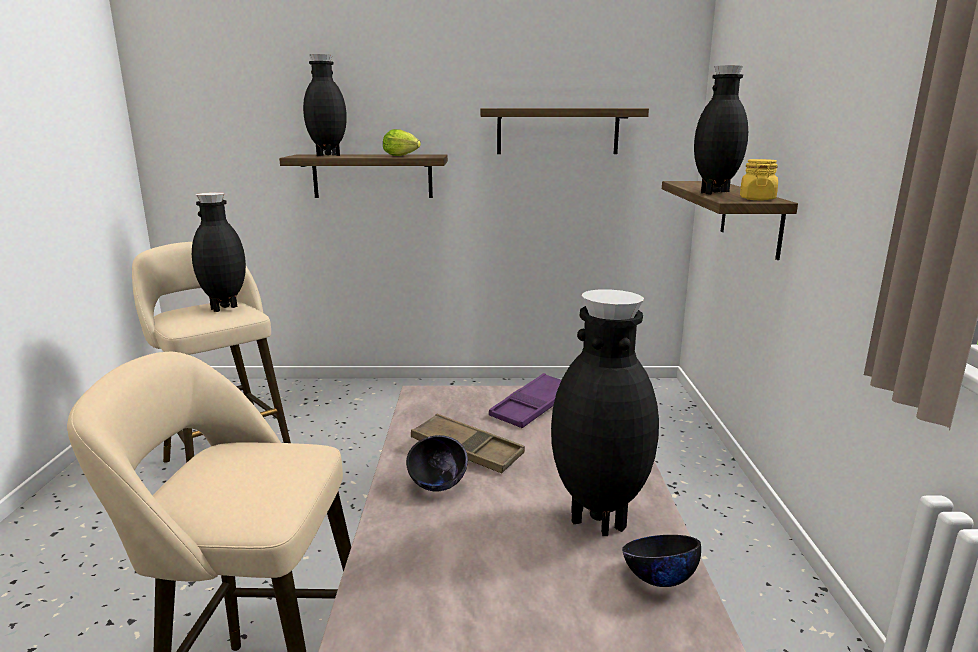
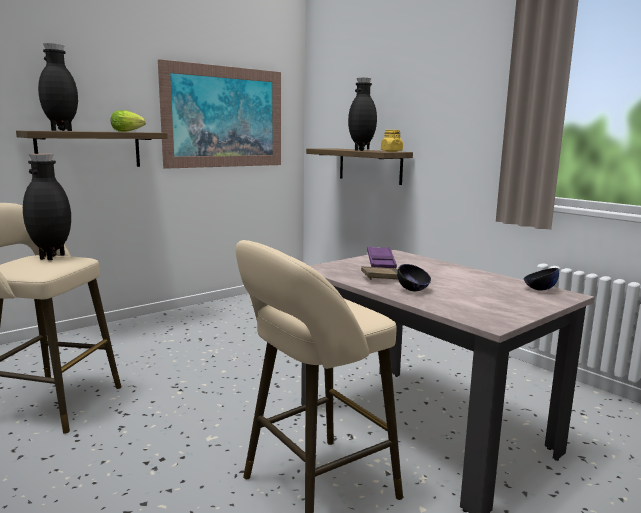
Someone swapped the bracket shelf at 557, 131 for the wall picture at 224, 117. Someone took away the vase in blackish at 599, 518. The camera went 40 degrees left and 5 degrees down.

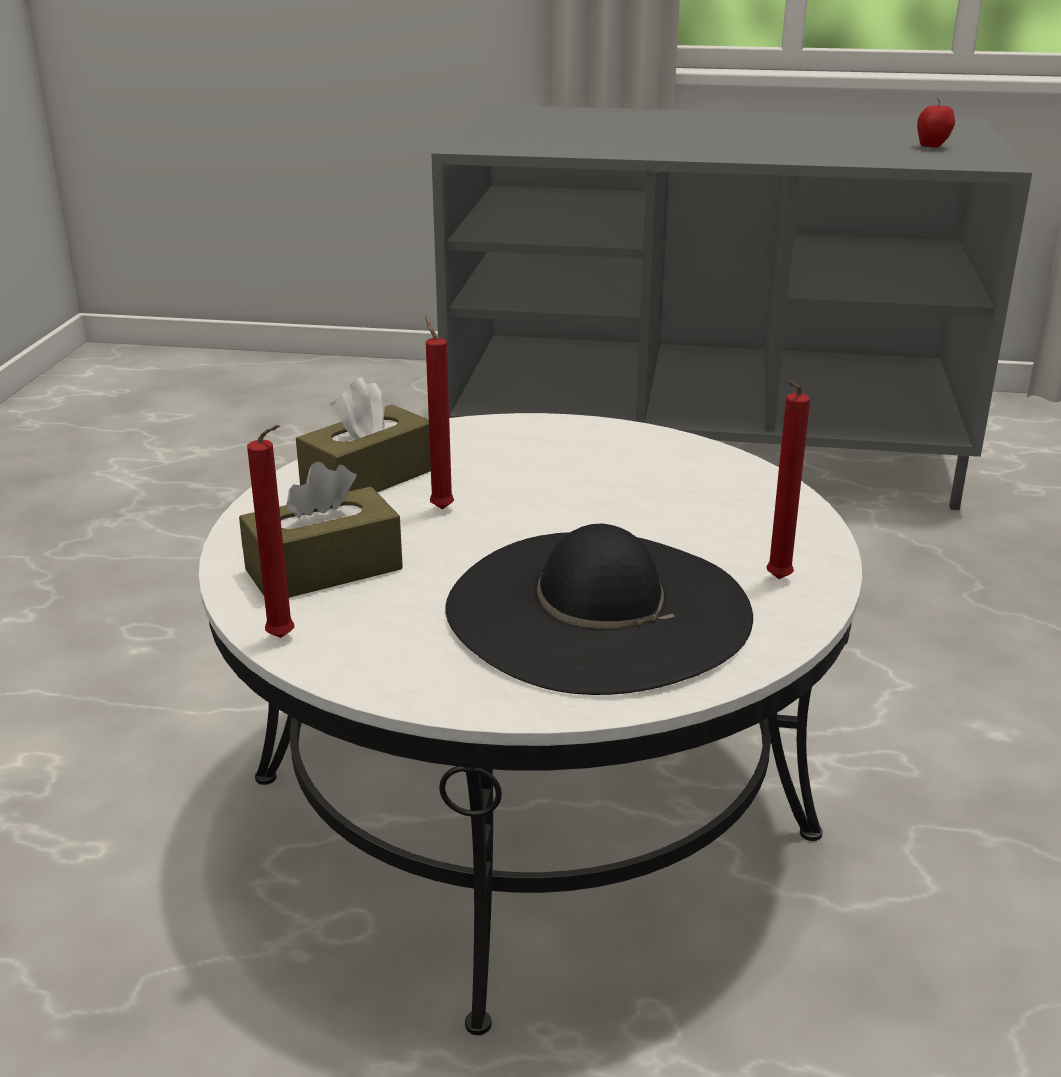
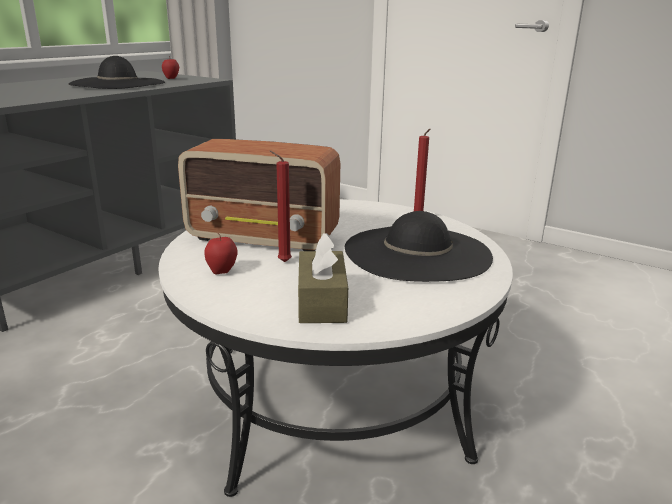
Someone swapped the tissue box in brown at 368, 478 for the whole apple at 222, 271. Someone took away the wax candle in red at 284, 639. Someone put down the clothing hat in blackish at 117, 83. Someone put down the radio set at 264, 238. The camera went 65 degrees left and 5 degrees down.

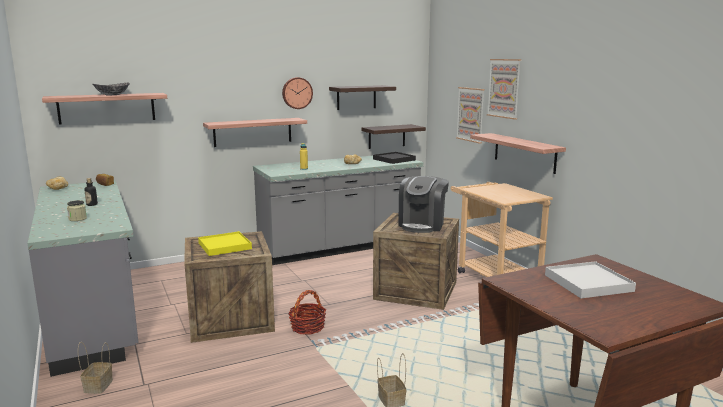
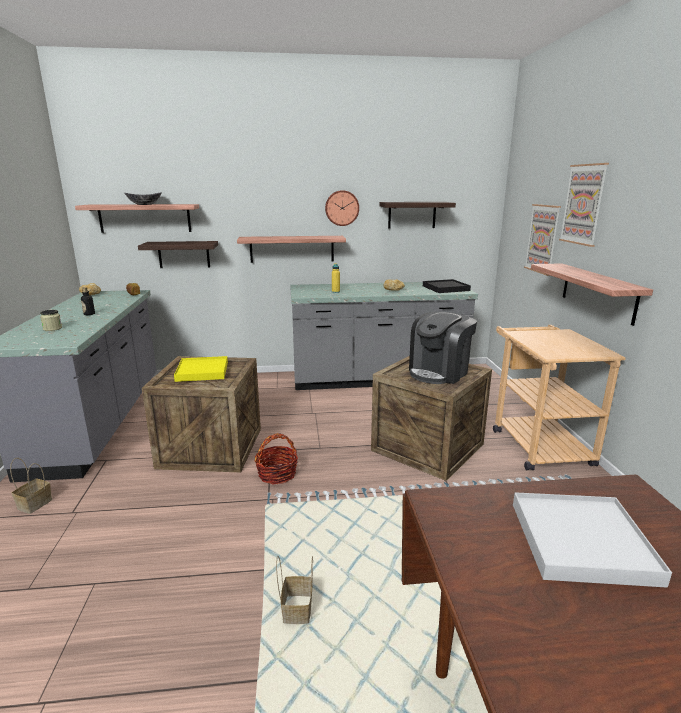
Someone carried the bracket shelf from 387, 136 to 184, 254. The camera went 20 degrees right and 5 degrees up.

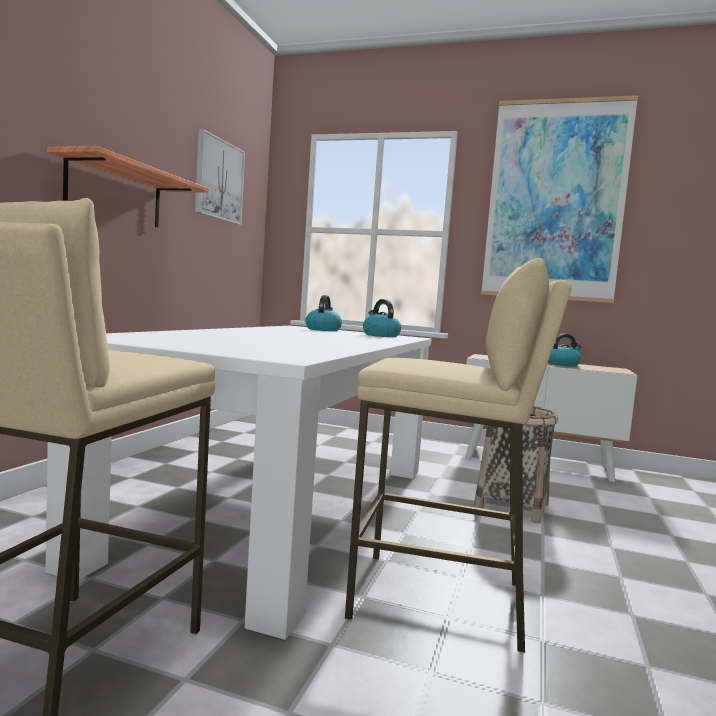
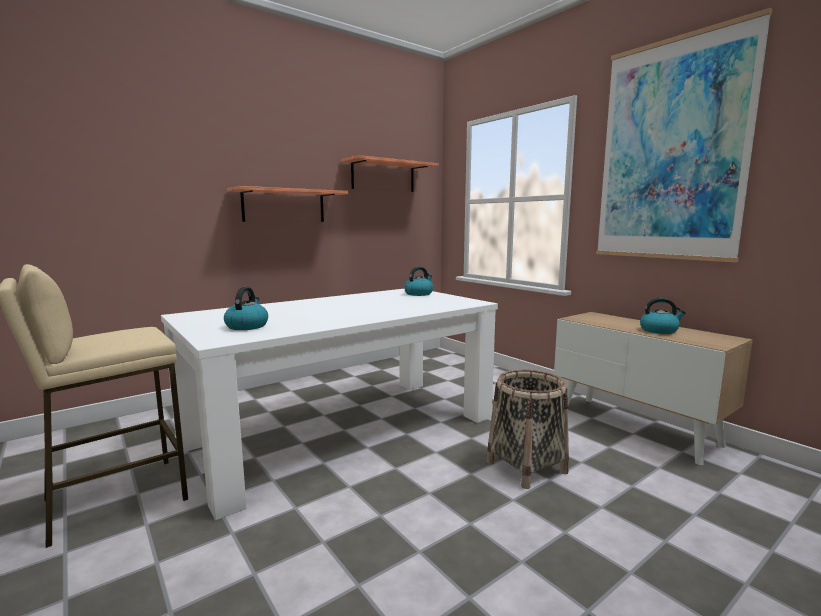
Someone swapped the wall picture at 218, 180 for the bracket shelf at 383, 176. Someone took away the stool in sand-coloured at 439, 600. Someone carried the kettle from 380, 335 to 247, 326. The camera went 35 degrees right and 5 degrees up.

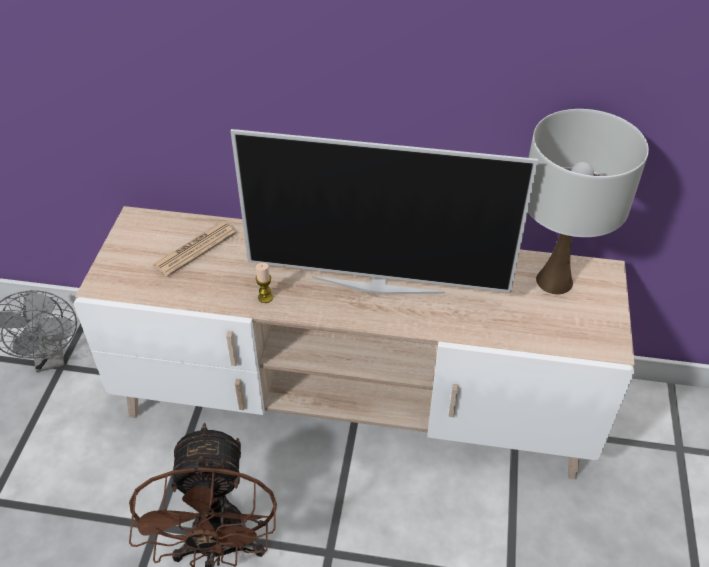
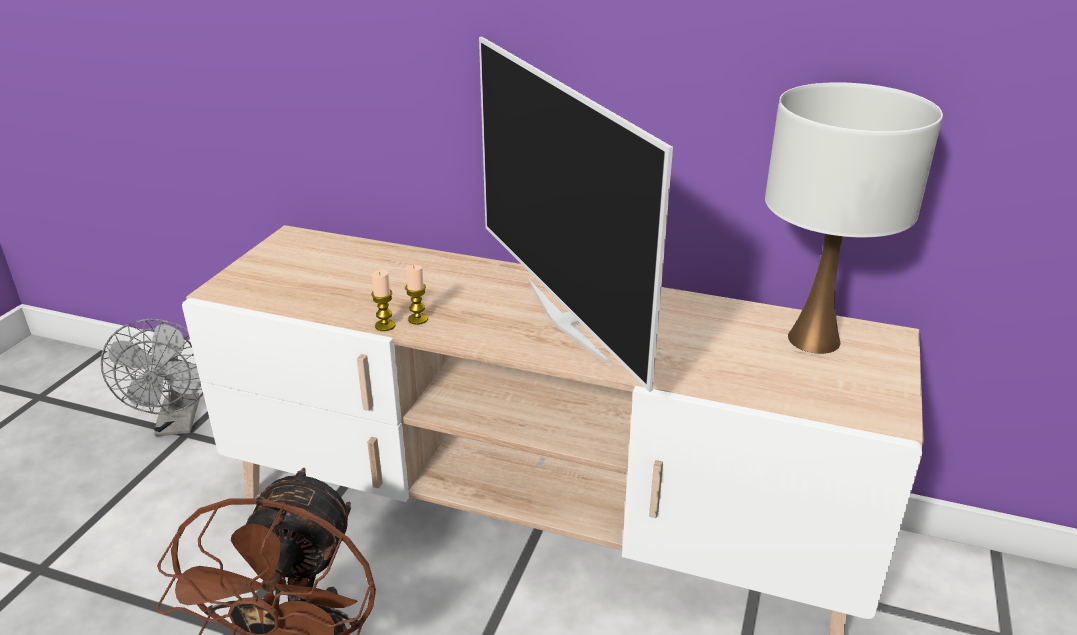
Someone rotated the television at 378, 283 by 45 degrees clockwise. Someone took away the newspaper at 195, 249. Someone put down the wax candle at 385, 326. The camera went 10 degrees right and 15 degrees down.

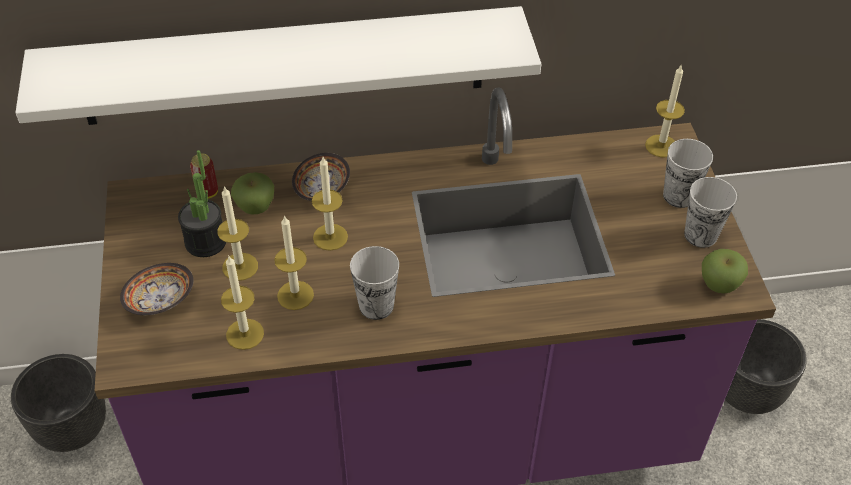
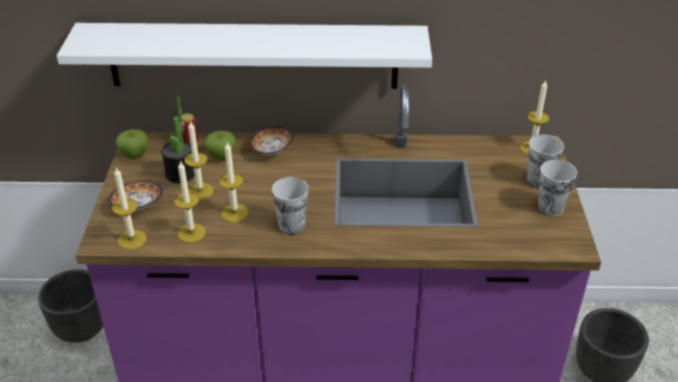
Someone carried the wax candle from 330, 237 to 132, 239. Someone carried the whole apple from 719, 285 to 135, 155. The camera went 10 degrees right and 10 degrees down.

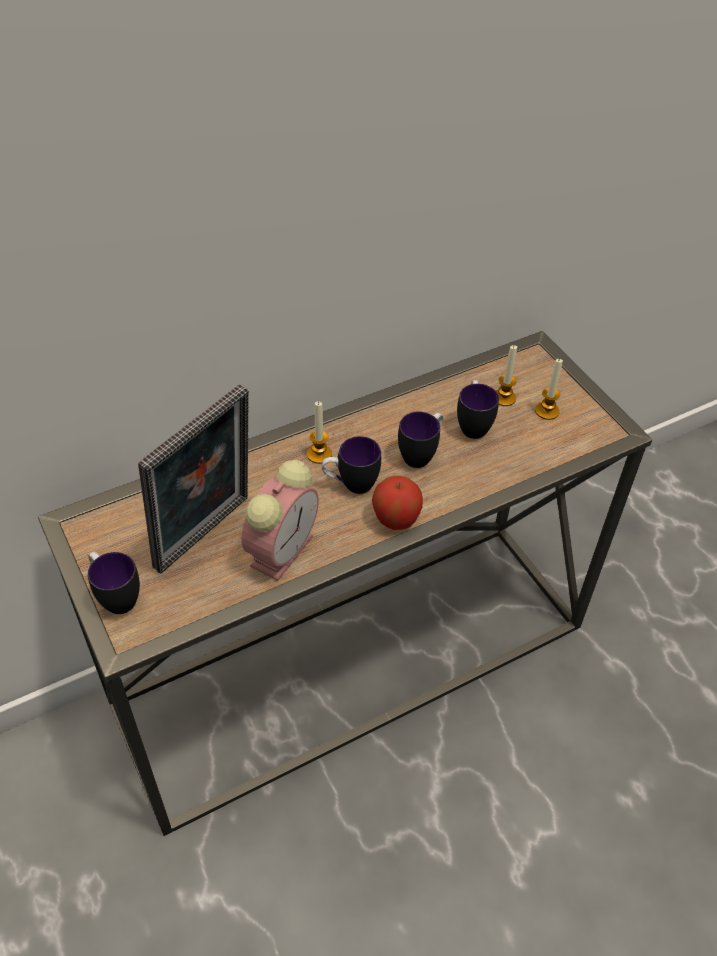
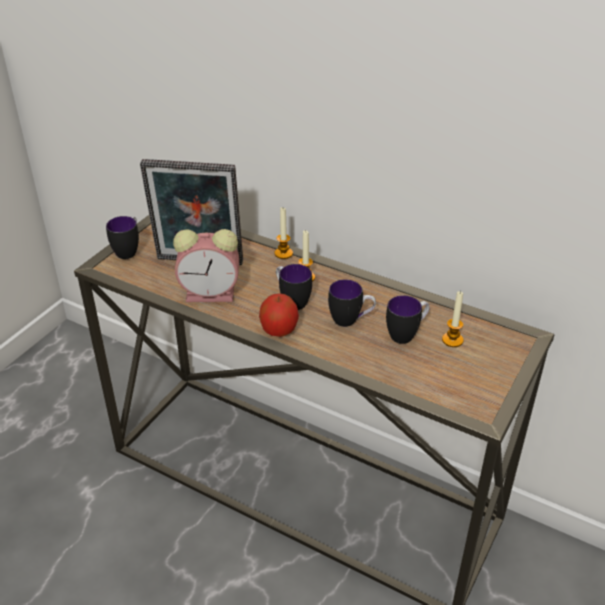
Someone carried the wax candle from 547, 411 to 283, 253. The camera went 60 degrees right and 10 degrees down.

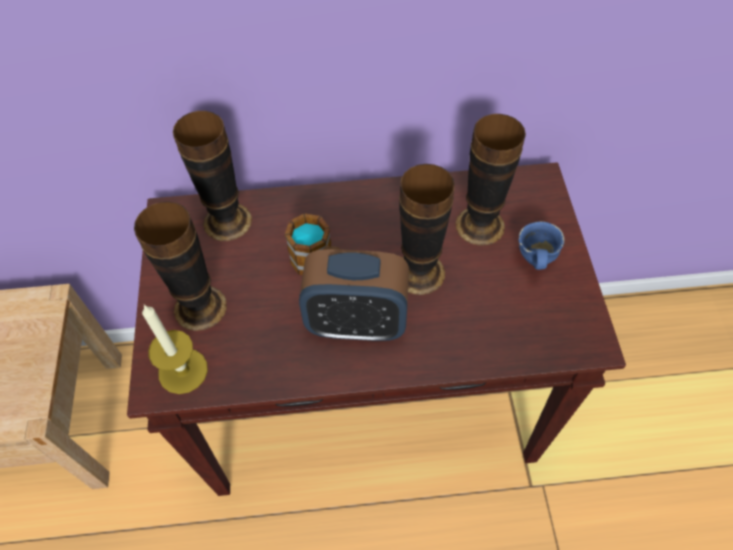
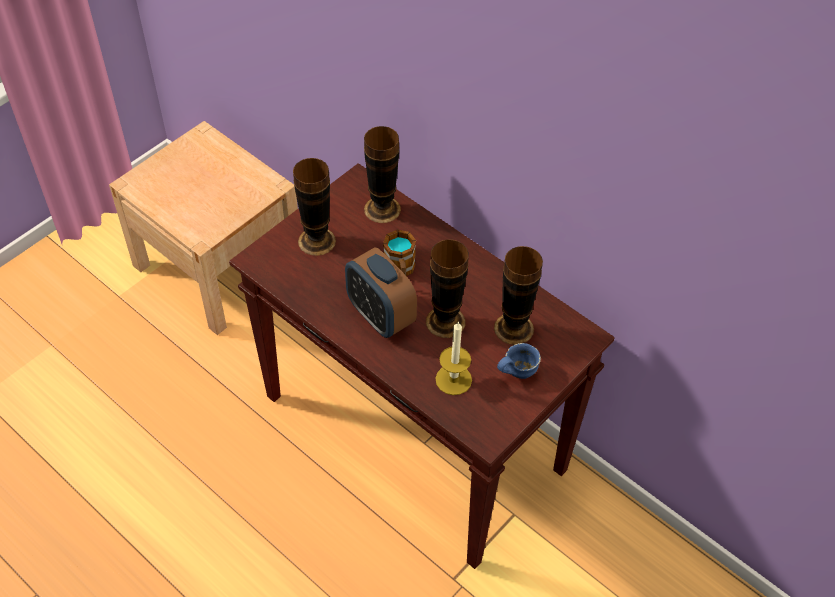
Someone carried the wax candle from 183, 371 to 453, 379. The camera went 45 degrees right and 5 degrees down.

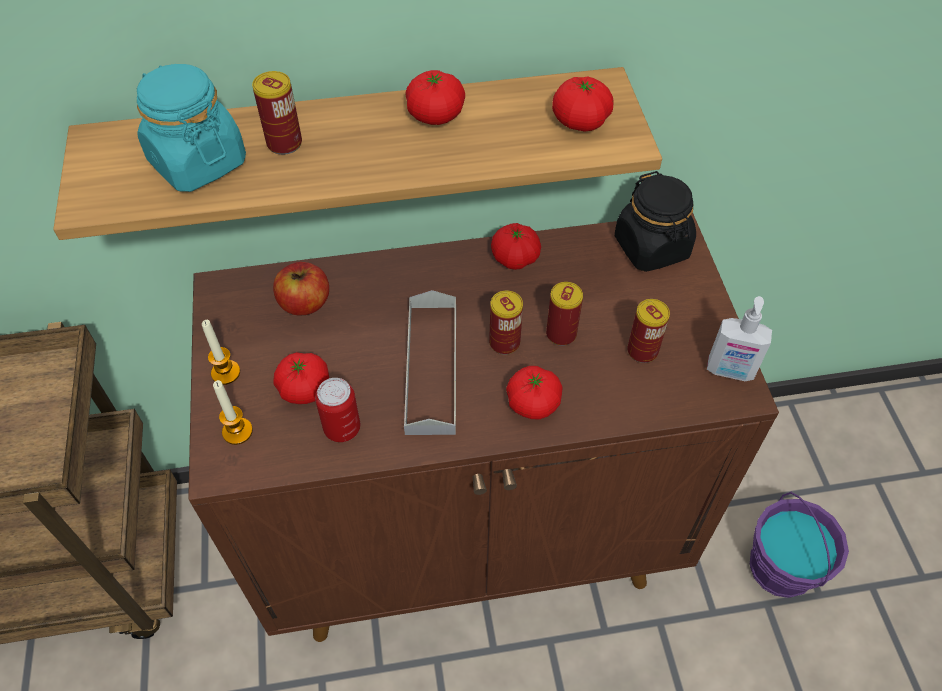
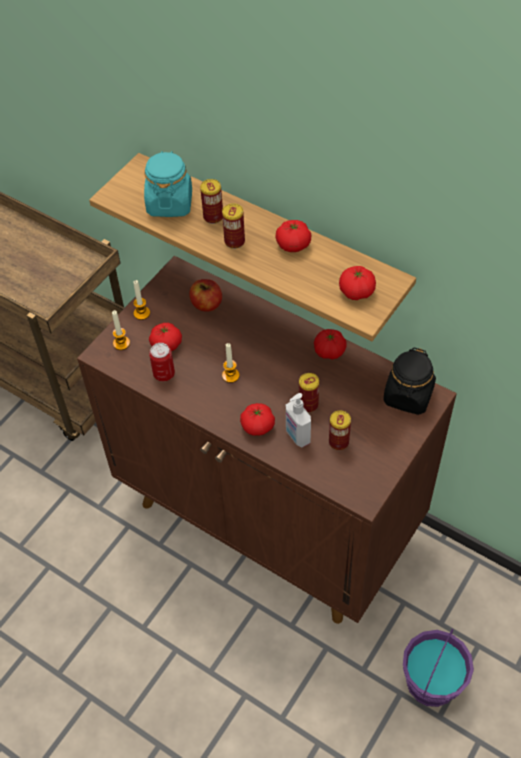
Someone swapped the serving tray in grey at 431, 367 for the wax candle at 230, 375. Someone carried the can from 504, 343 to 234, 241. Someone carried the liquid soap bottle from 729, 371 to 297, 436. The camera went 45 degrees right and 0 degrees up.

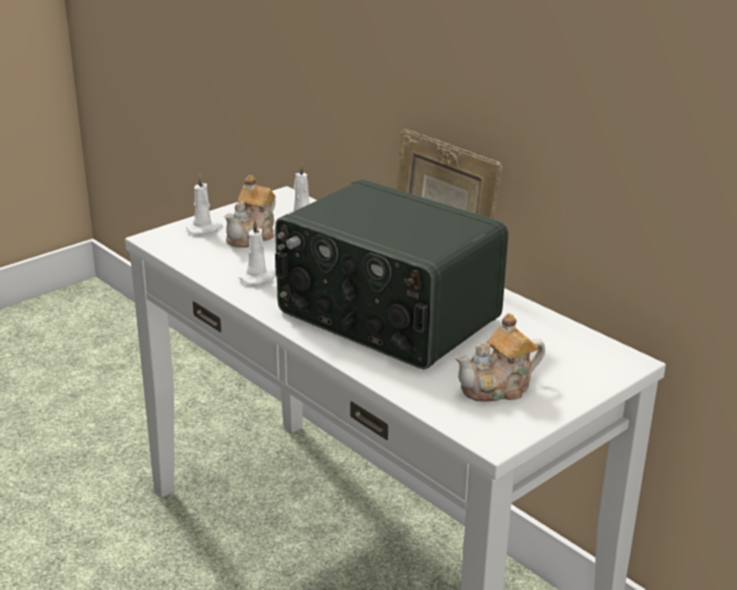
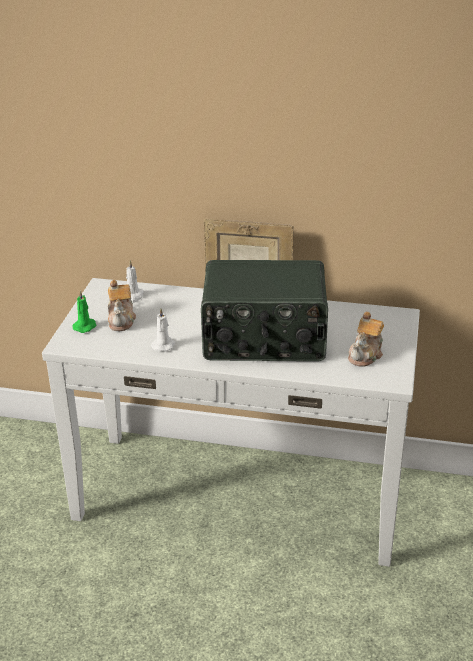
Someone repainted the wax candle in white-coloured at 205, 229, which became the wax candle in green at 85, 326. The camera went 35 degrees left and 5 degrees up.

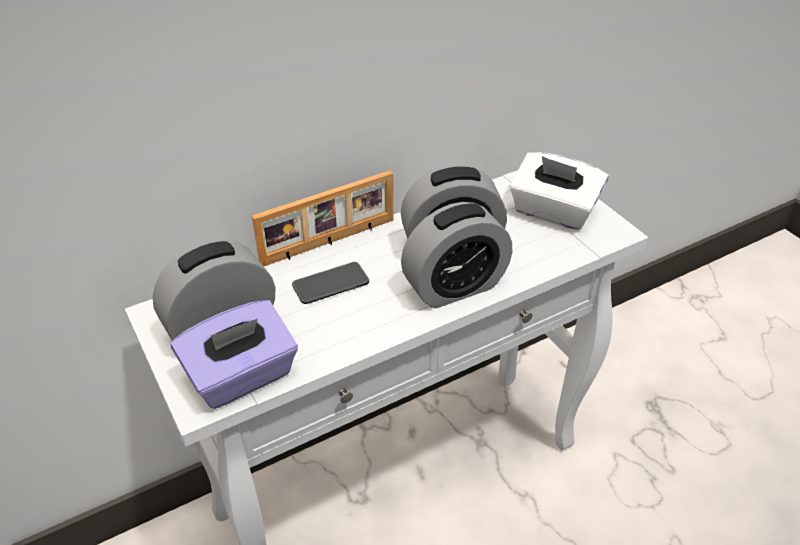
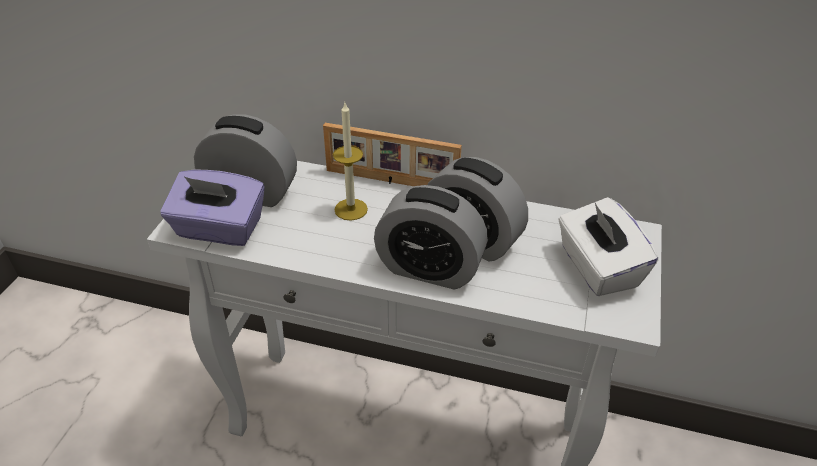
Someone swapped the telephone at 330, 284 for the wax candle at 351, 209. The camera went 45 degrees right and 0 degrees up.

